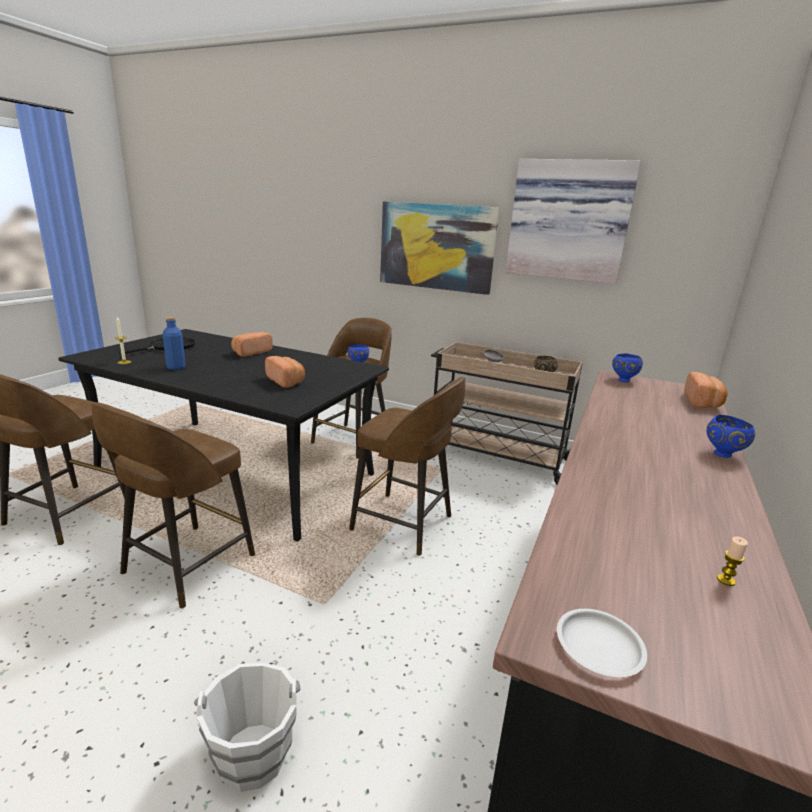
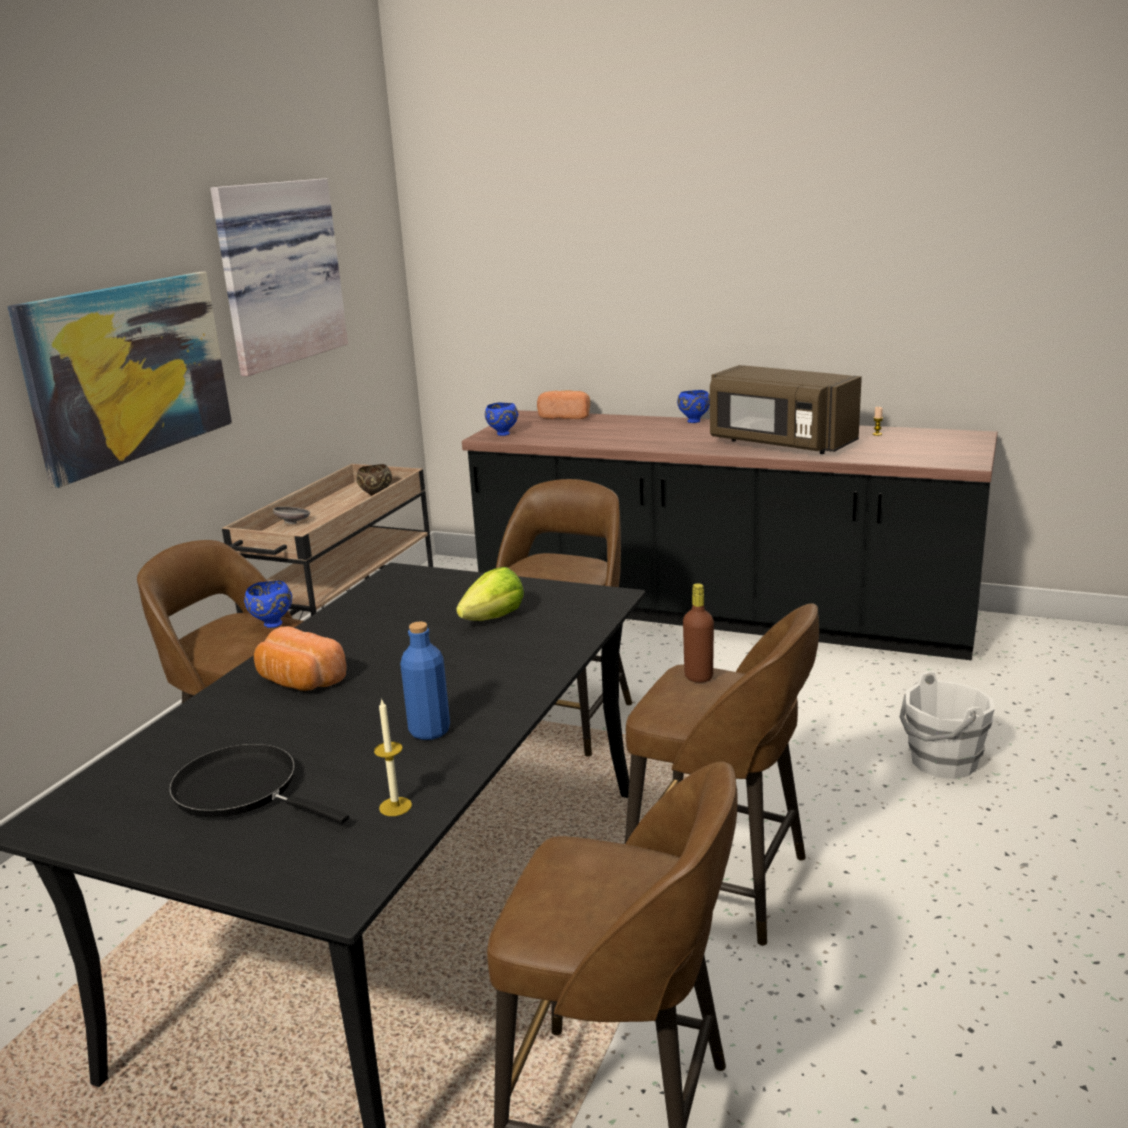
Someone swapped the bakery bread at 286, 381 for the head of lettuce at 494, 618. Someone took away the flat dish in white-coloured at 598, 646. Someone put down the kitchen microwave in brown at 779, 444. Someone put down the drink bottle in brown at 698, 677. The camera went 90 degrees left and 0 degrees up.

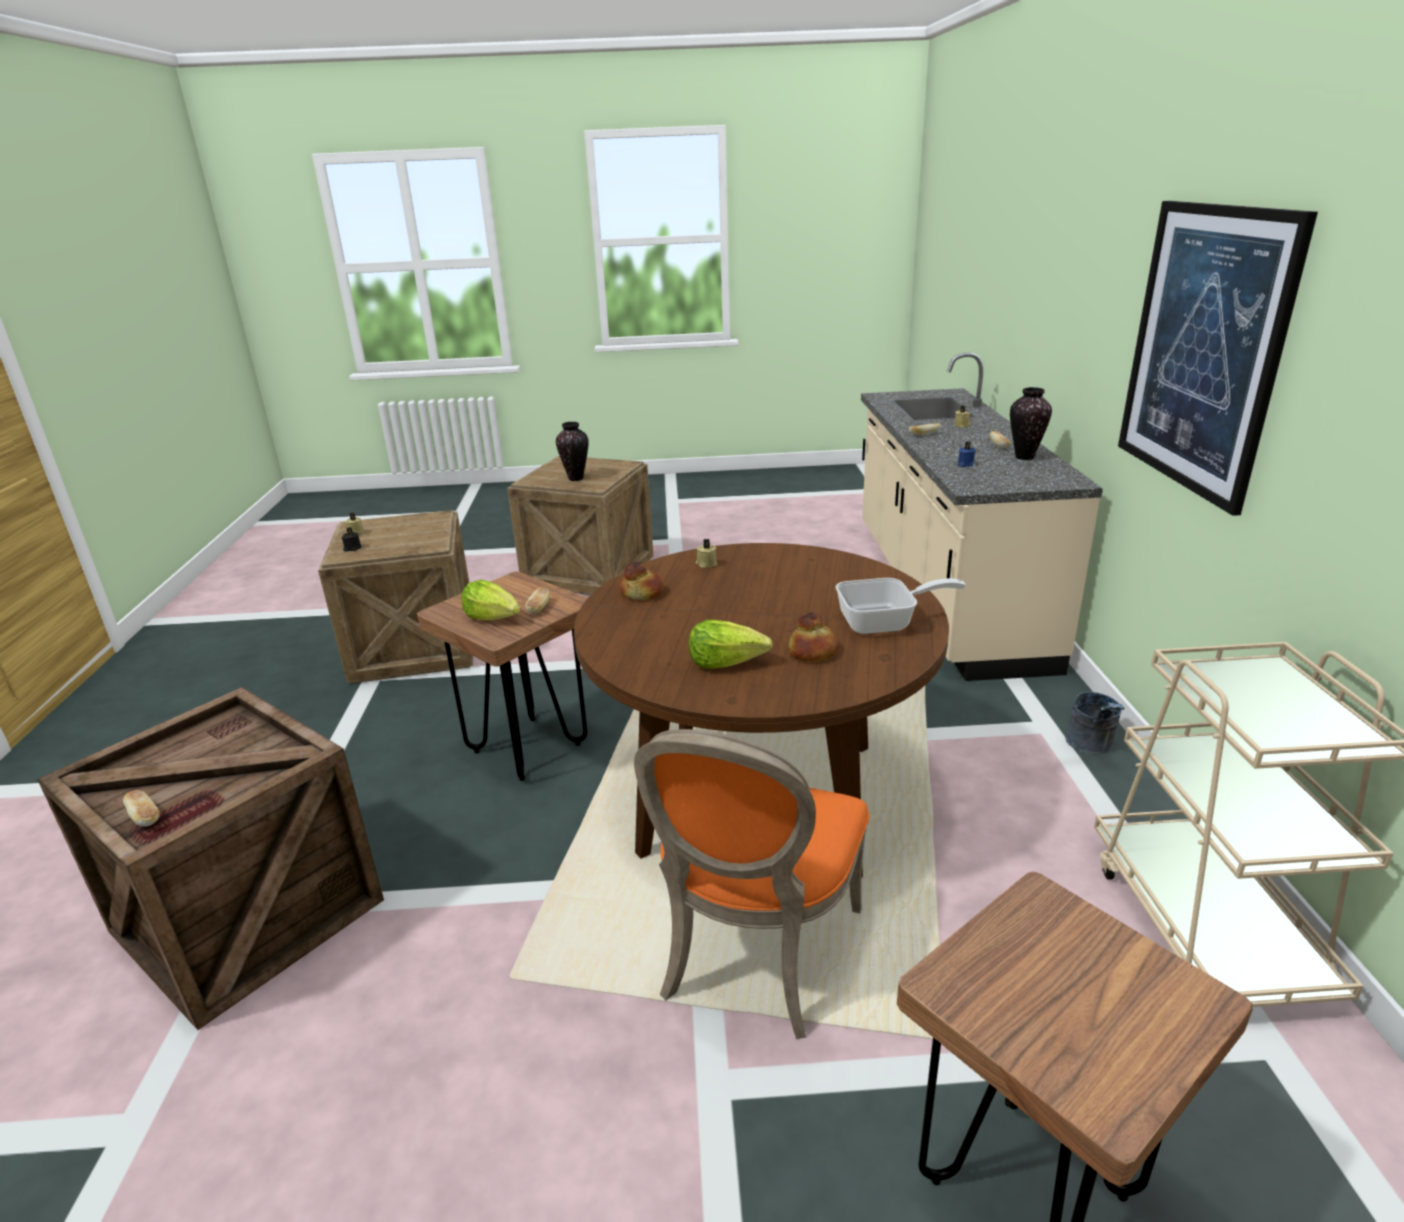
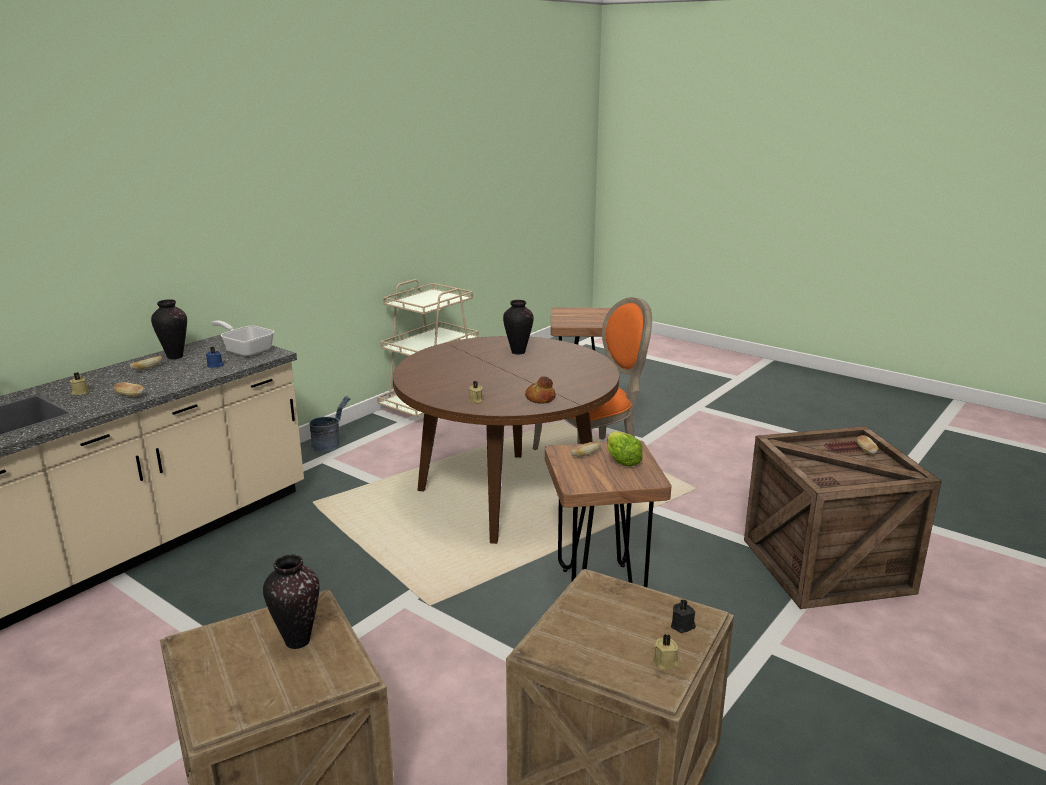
Someone took away the wall picture at 1203, 350. Someone carried the skillet from 885, 623 to 246, 350. Someone swapped the bakery bread at 813, 652 for the vase at 517, 352. Someone took away the head of lettuce at 726, 662. The camera went 140 degrees left and 5 degrees down.

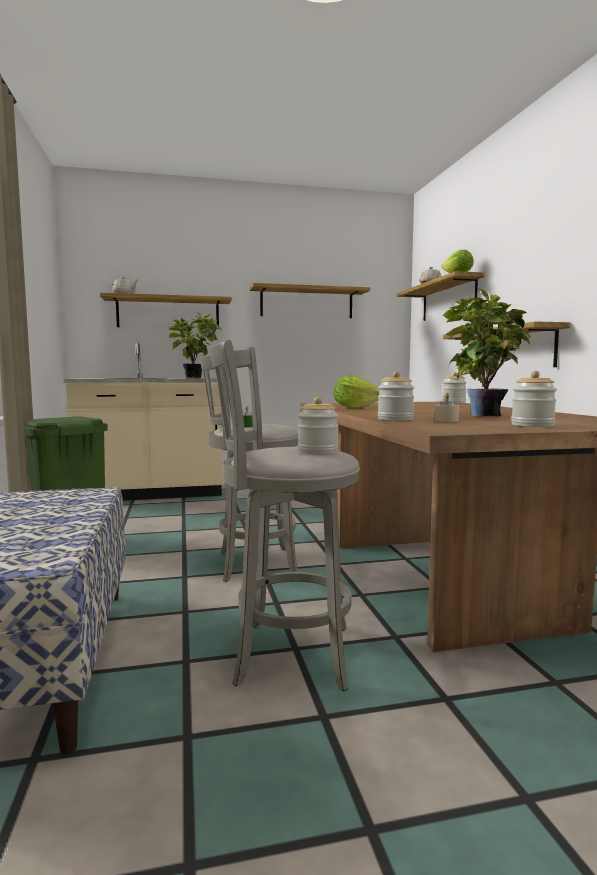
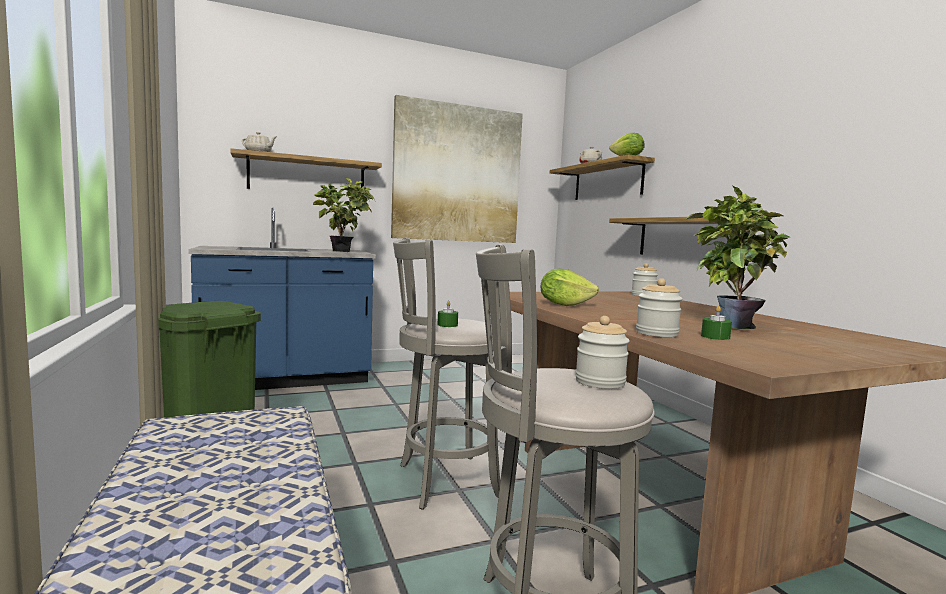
Someone swapped the bracket shelf at 306, 303 for the wall picture at 457, 174. Someone repainted the kitchen base unit in sand-coloured at 151, 494, which became the kitchen base unit in blue at 286, 380. Someone took away the storage jar at 532, 425. Someone repainted the wax candle in sand-coloured at 446, 420, which became the wax candle in green at 715, 337. The camera went 10 degrees left and 0 degrees up.

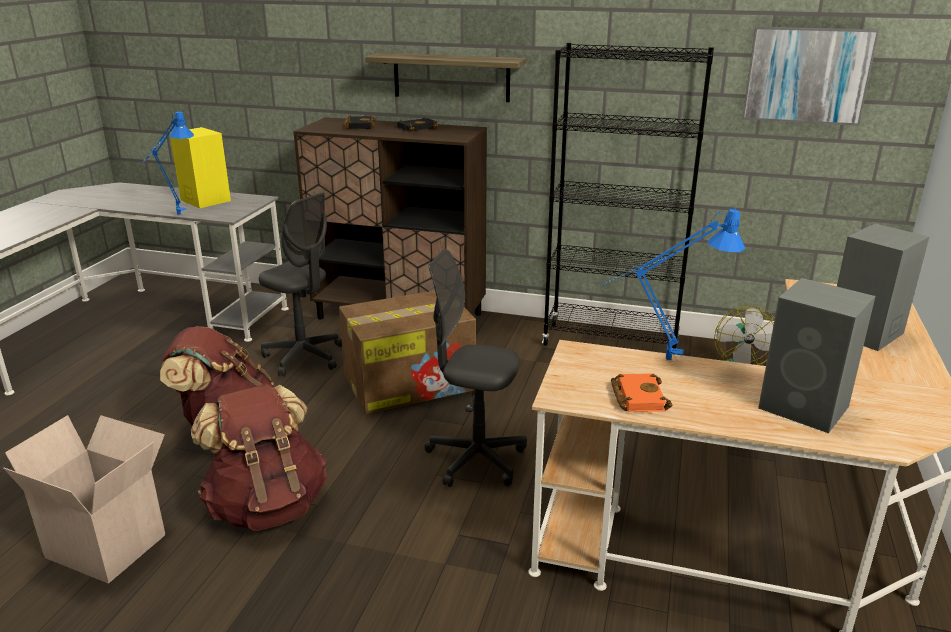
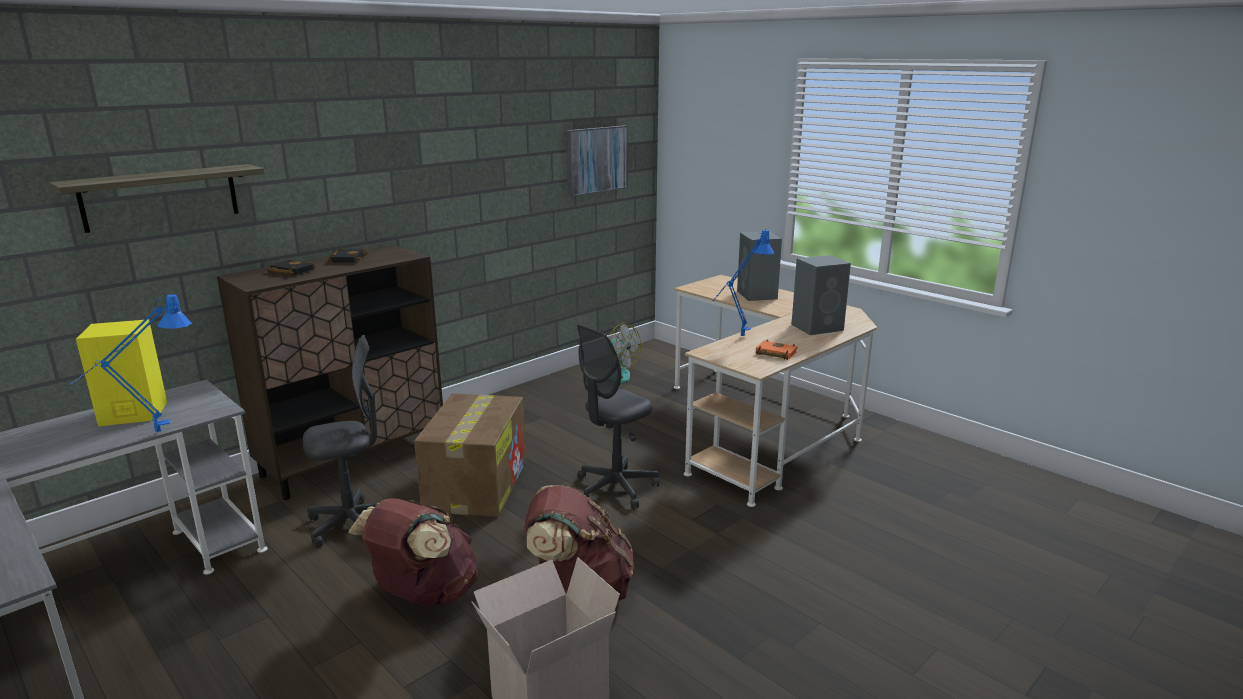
Someone took away the bookcase in blackish at 611, 343. Someone carried the bracket shelf from 451, 77 to 160, 197. The camera went 60 degrees left and 5 degrees down.

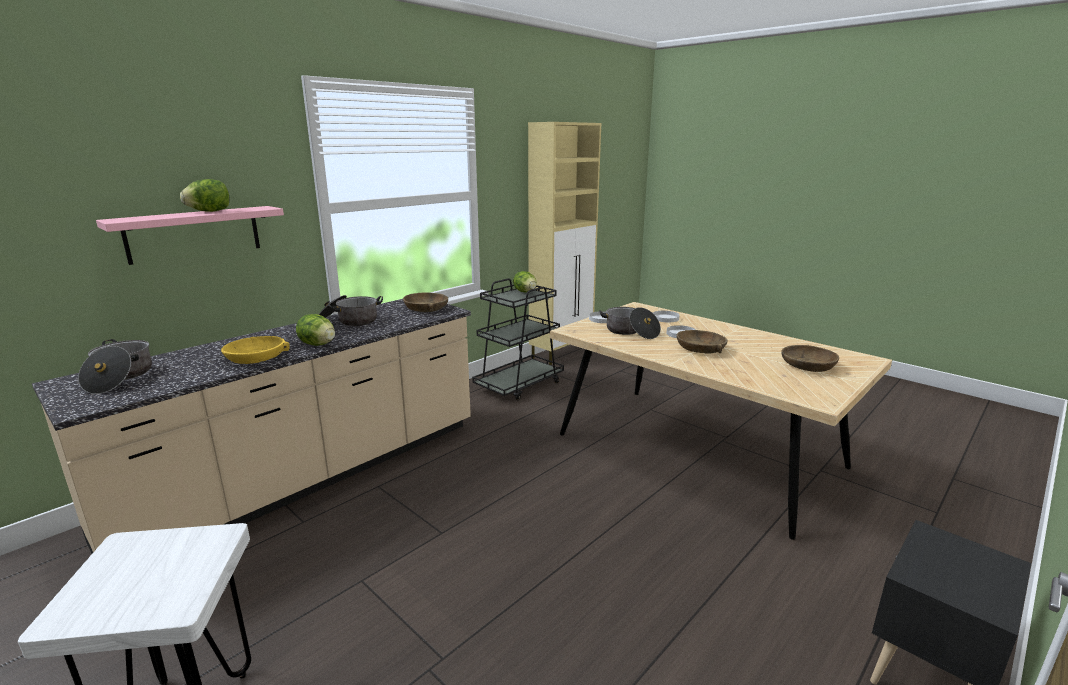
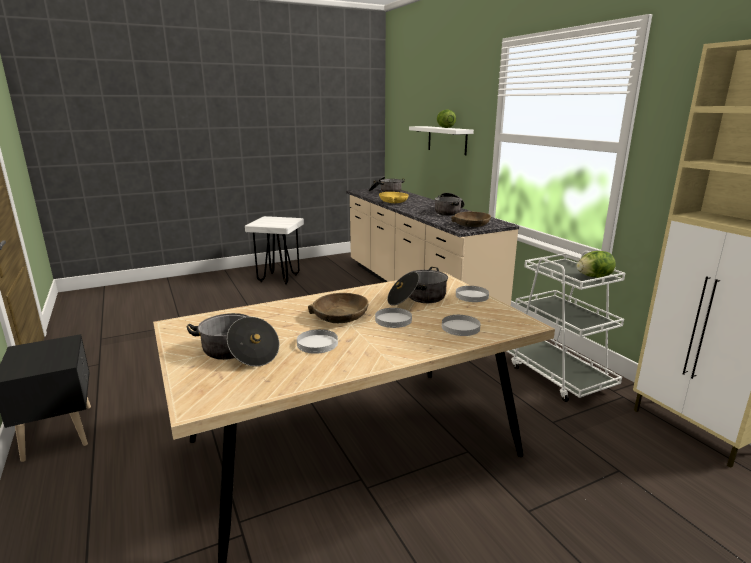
Someone repainted the bracket shelf in pinkish at 194, 234, which became the bracket shelf in white-coloured at 447, 140. Someone repainted the cart in blackish at 519, 385, which became the cart in white-coloured at 558, 376. Someone took away the head of lettuce at 318, 344. Someone swapped the serving bowl in brown at 807, 365 for the cooking pot at 238, 352. Someone put down the flat dish in white-coloured at 317, 343. The camera went 110 degrees right and 0 degrees up.

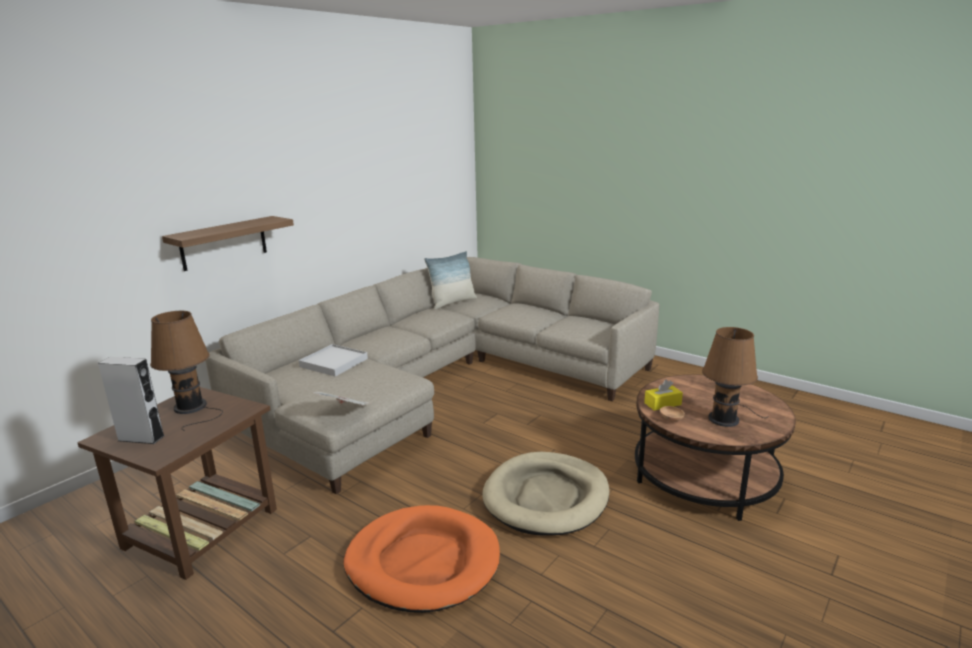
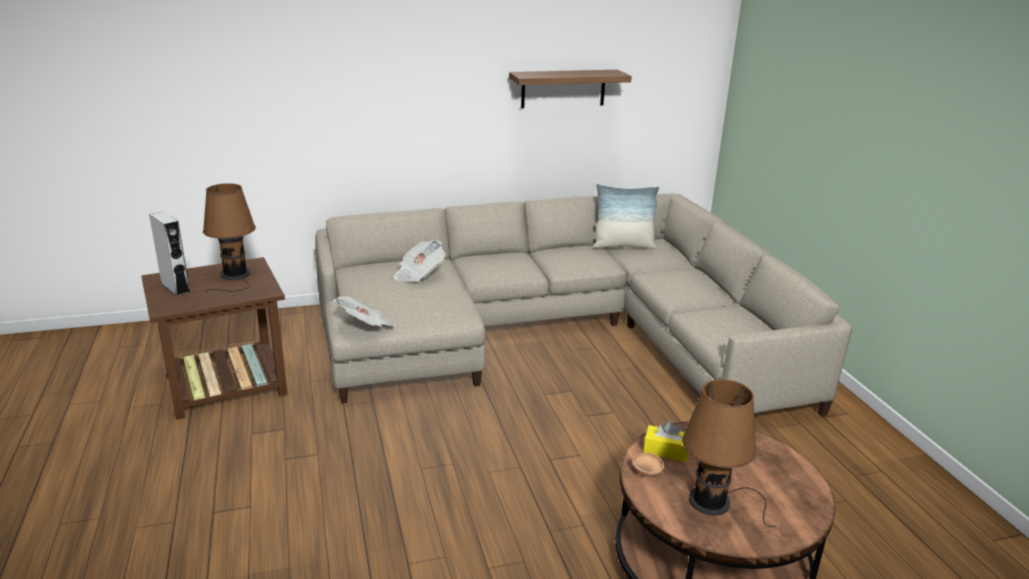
Someone carried the bracket shelf from 224, 243 to 563, 88. Someone swapped the serving tray in white-coloured at 334, 363 for the newspaper at 419, 274. Someone took away the dog cushion in sand-coloured at 546, 497. Someone took away the dog cushion in orange-coloured at 423, 562. The camera went 35 degrees right and 5 degrees up.

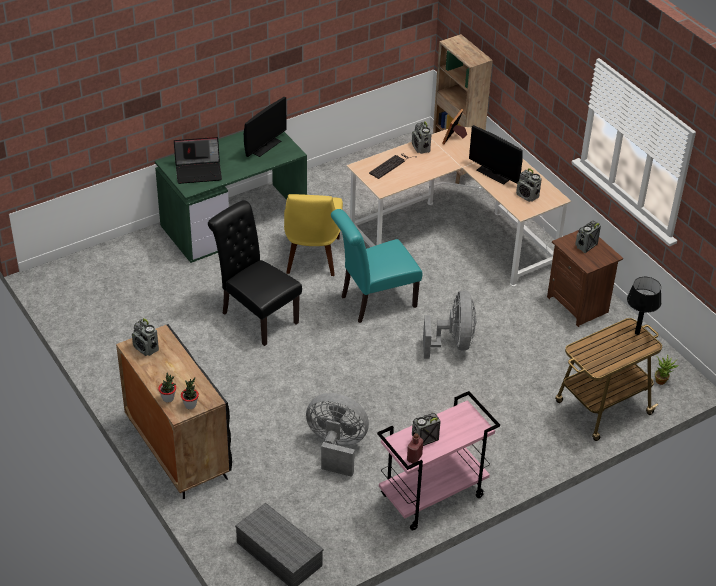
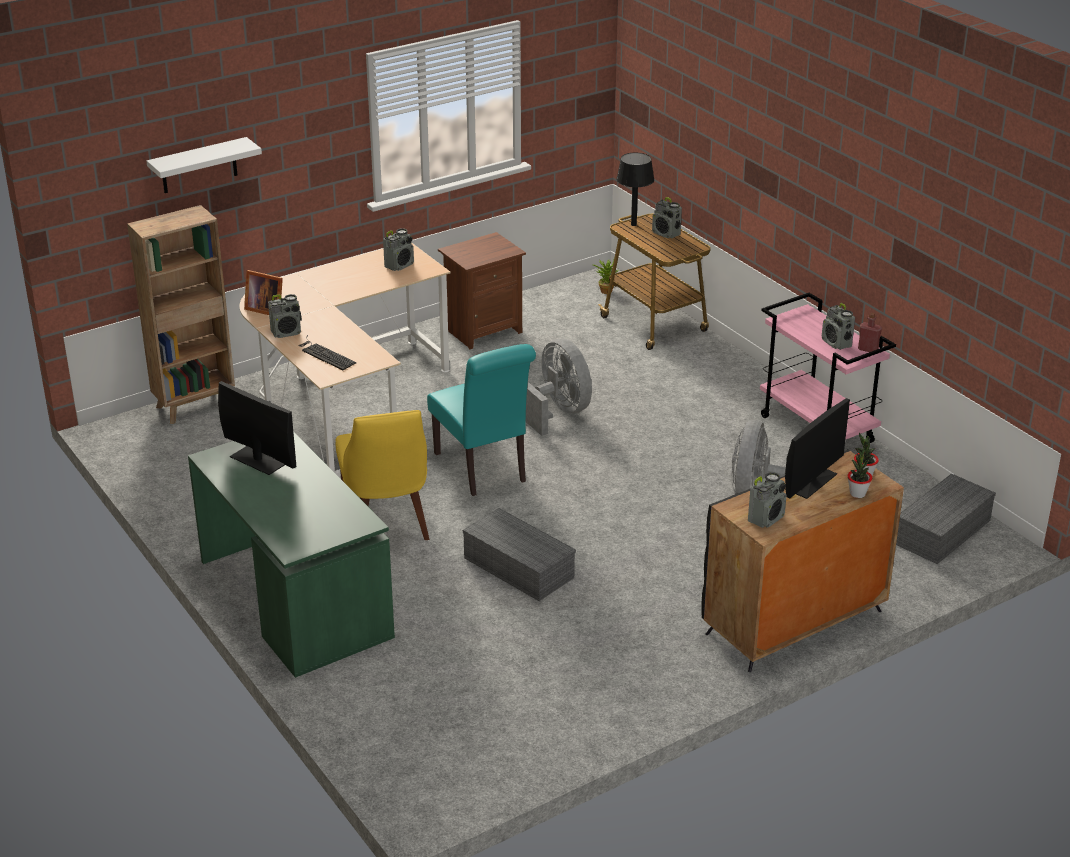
Someone carried the computer screen from 494, 174 to 811, 481. Someone took away the notebook computer at 199, 171. Someone rotated the plain chair in yellow at 312, 258 by 75 degrees clockwise. Someone swapped the plain chair in blackish at 256, 316 for the storage container in grey at 516, 567. Someone carried the radio set from 585, 246 to 666, 234. Someone rotated the fan in grey at 453, 343 by 60 degrees clockwise. Someone put up the bracket shelf in white-coloured at 199, 166. The camera went 90 degrees left and 10 degrees down.

